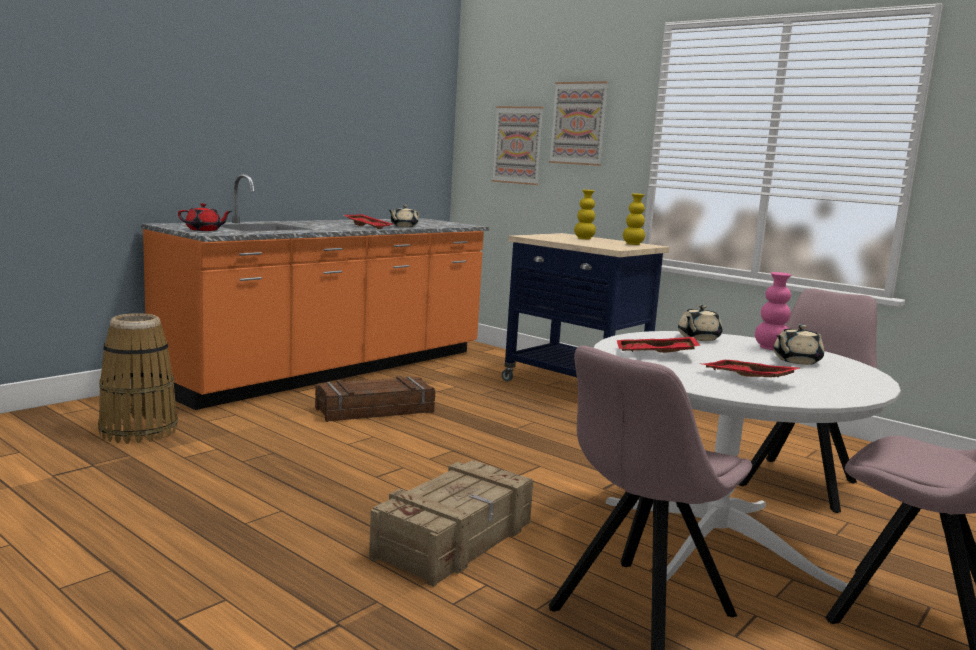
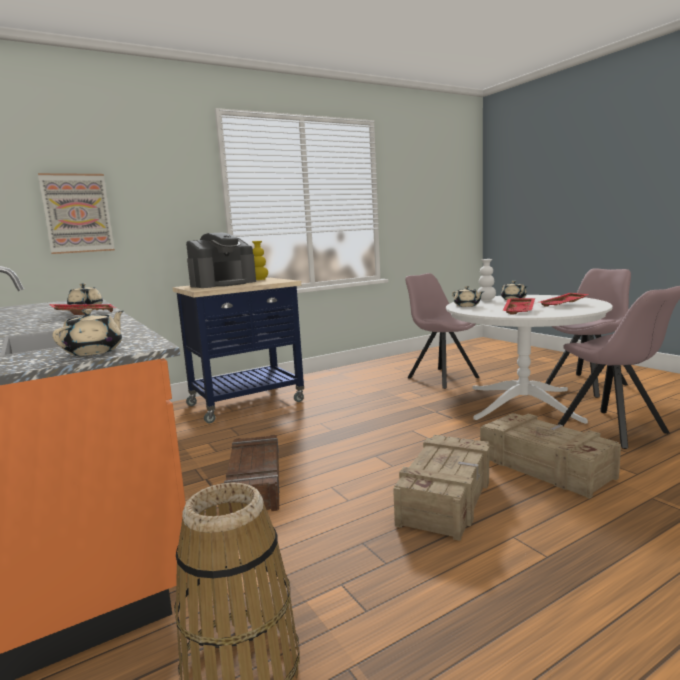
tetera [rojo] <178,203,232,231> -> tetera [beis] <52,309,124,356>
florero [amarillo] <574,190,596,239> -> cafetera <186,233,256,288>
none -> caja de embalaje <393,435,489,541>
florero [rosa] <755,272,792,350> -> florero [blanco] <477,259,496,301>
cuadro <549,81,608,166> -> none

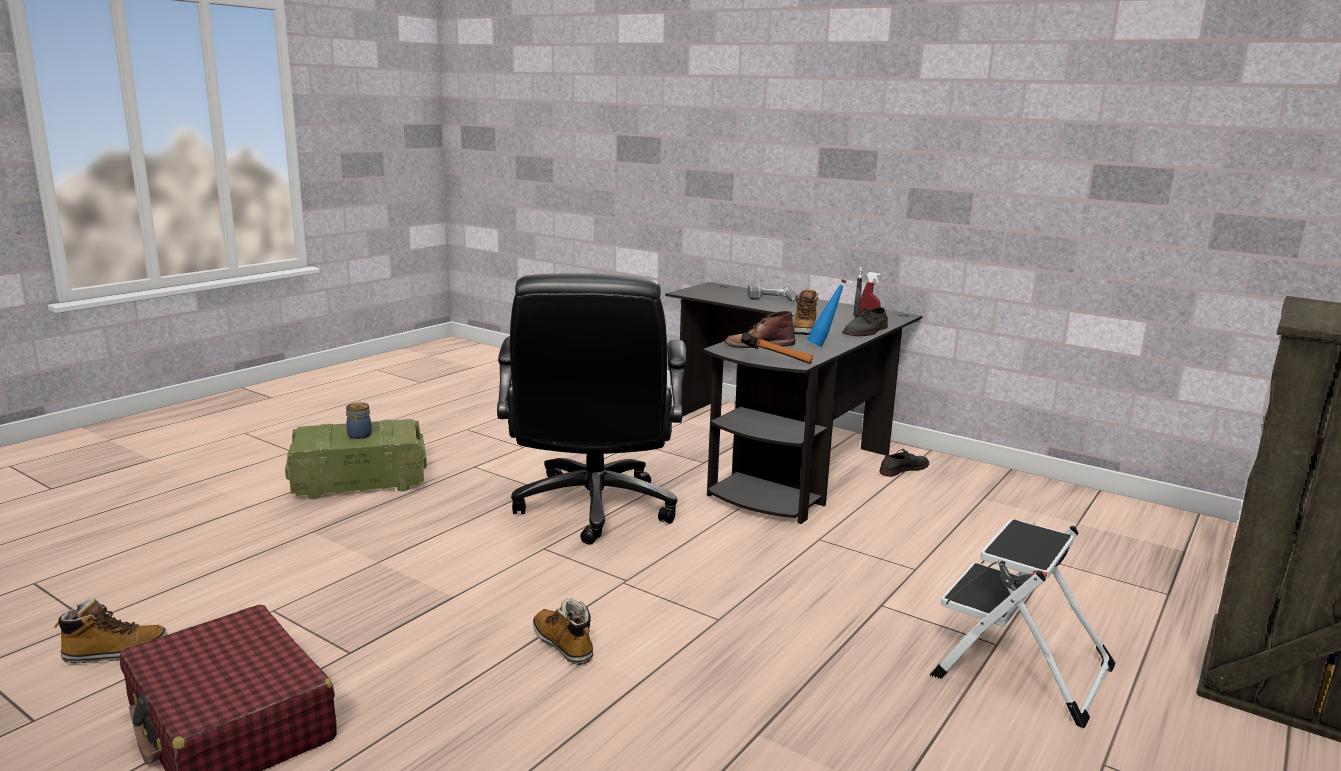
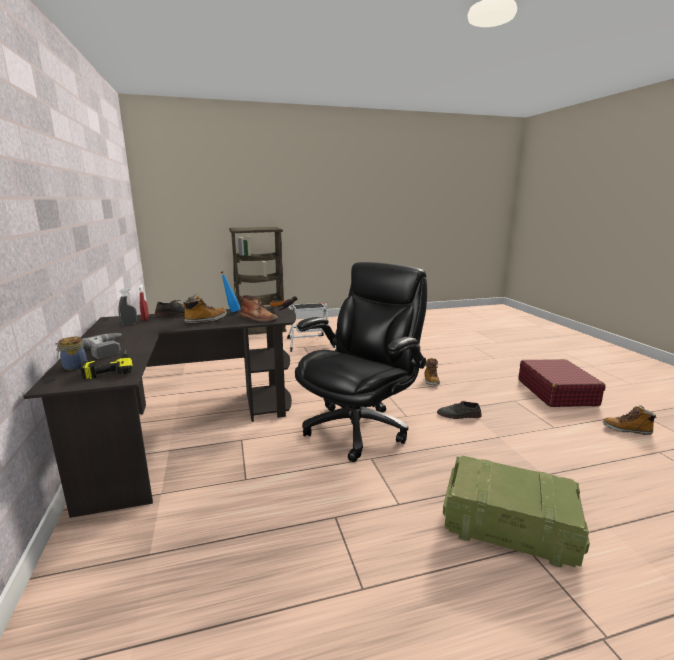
tarro <346,402,372,439> -> tarro <55,337,87,370>, move
none -> taladro <80,350,133,379>
zapato [gris] <879,449,929,477> -> zapato [gris] <437,400,482,419>, move

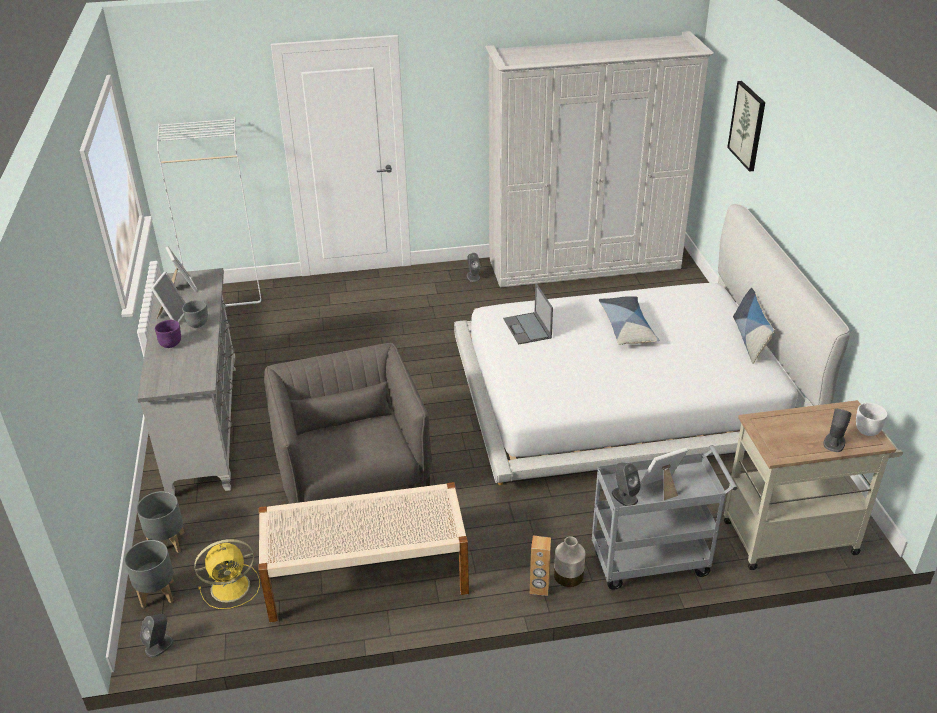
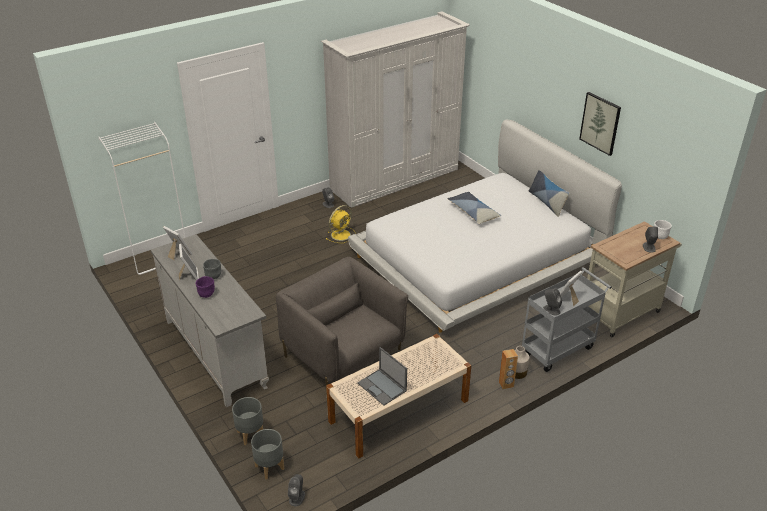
ventilador [amarillo] <194,539,260,609> -> ventilador [amarillo] <326,205,356,243>, move
portátil <503,283,553,345> -> portátil <357,347,407,405>, move
cuadro <727,81,765,172> -> cuadro <579,92,621,156>, move

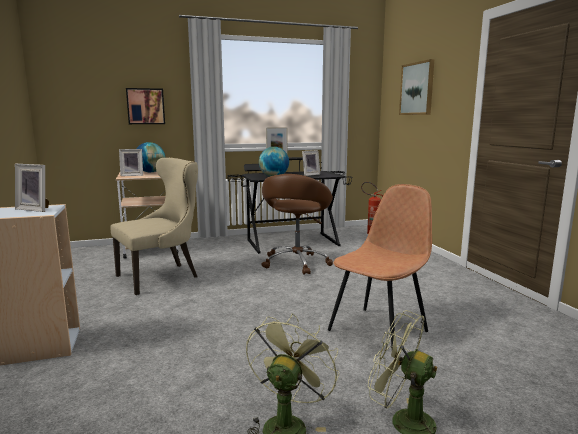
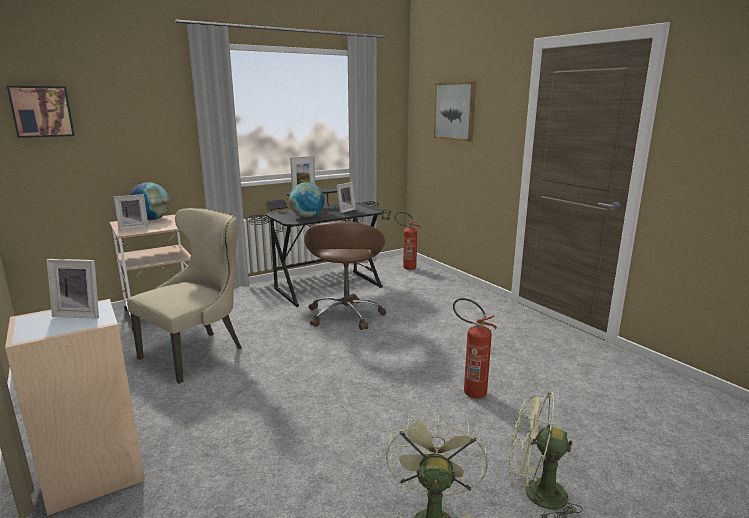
cuadro <126,88,165,124> -> cuadro <7,86,75,138>, move
silla [marrón] <328,184,432,348> -> extintor <453,298,497,398>

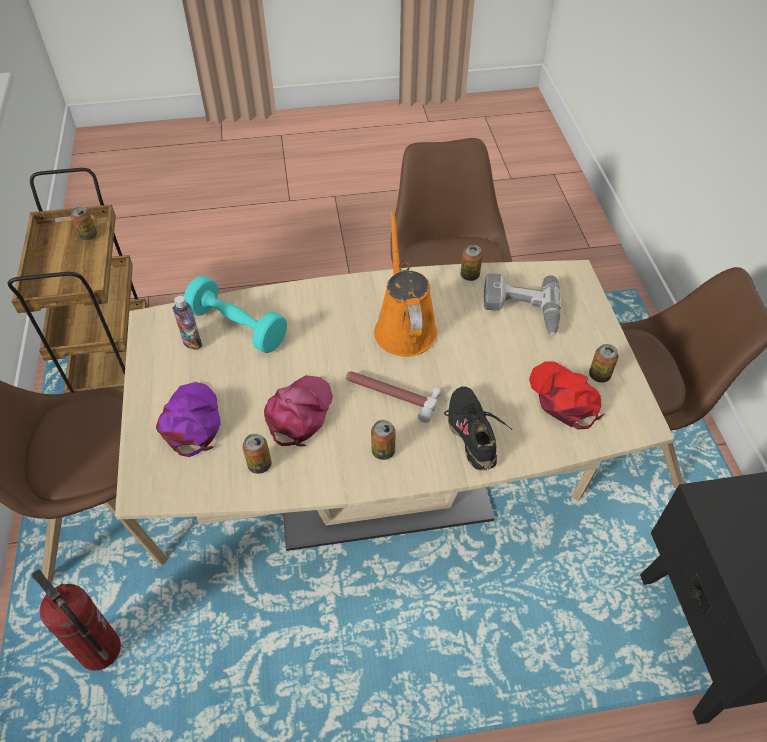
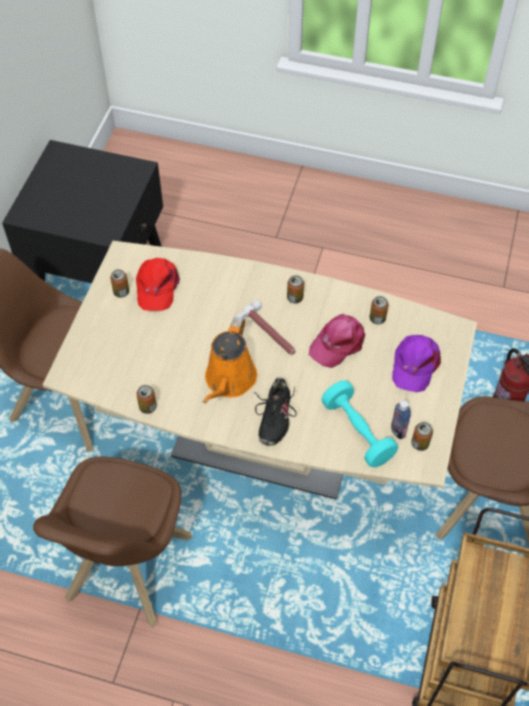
zapato [negro] <444,386,512,470> -> zapato [negro] <254,377,297,446>, move
lata <71,206,97,240> -> lata <411,422,433,451>, move
taladro <484,273,561,336> -> none

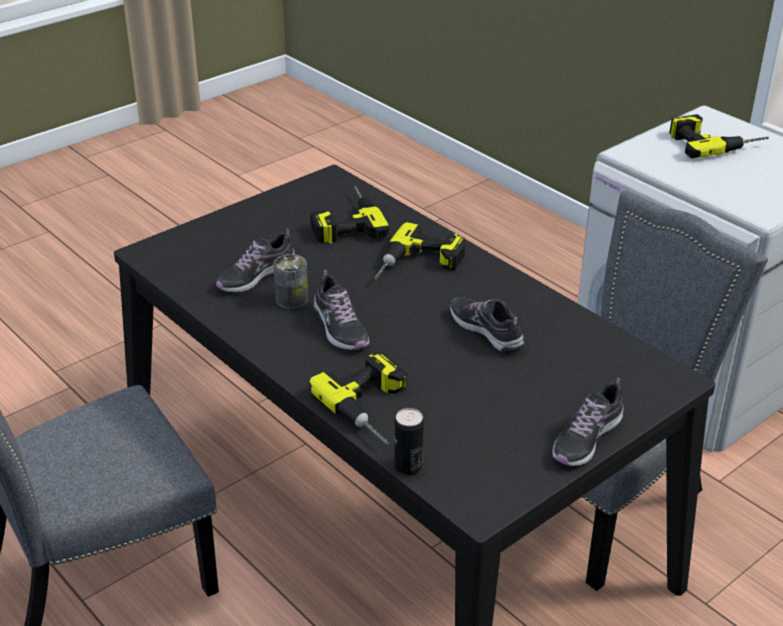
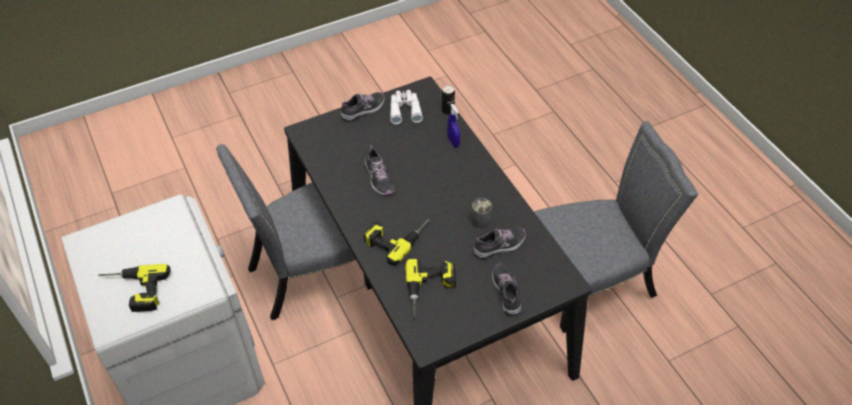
none -> prismáticos [blanco] <390,90,423,124>
taladro <309,353,408,445> -> pulverizador [azul] <447,104,460,148>
zapato <313,270,369,350> -> zapato <492,264,521,316>, move

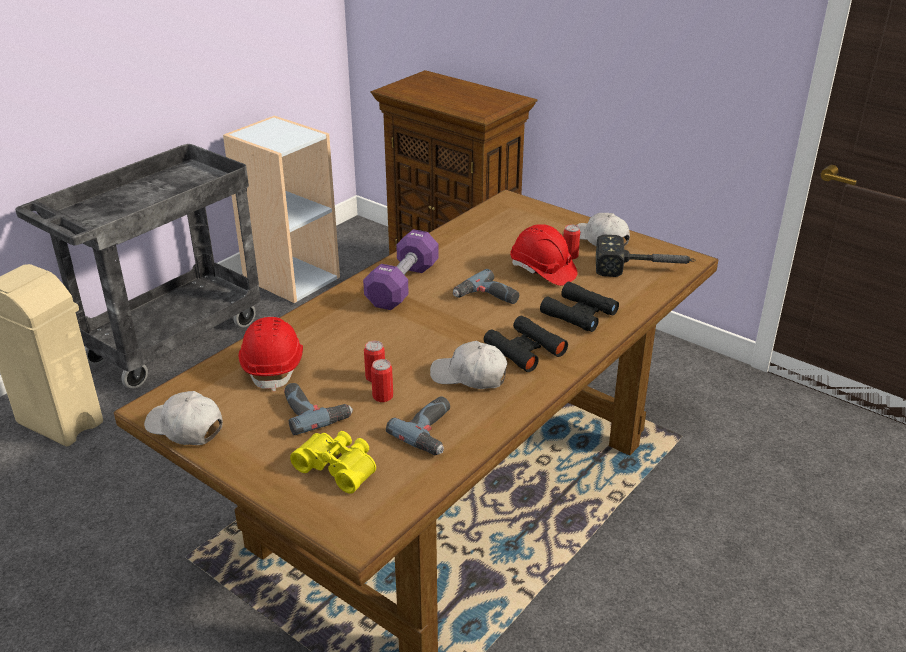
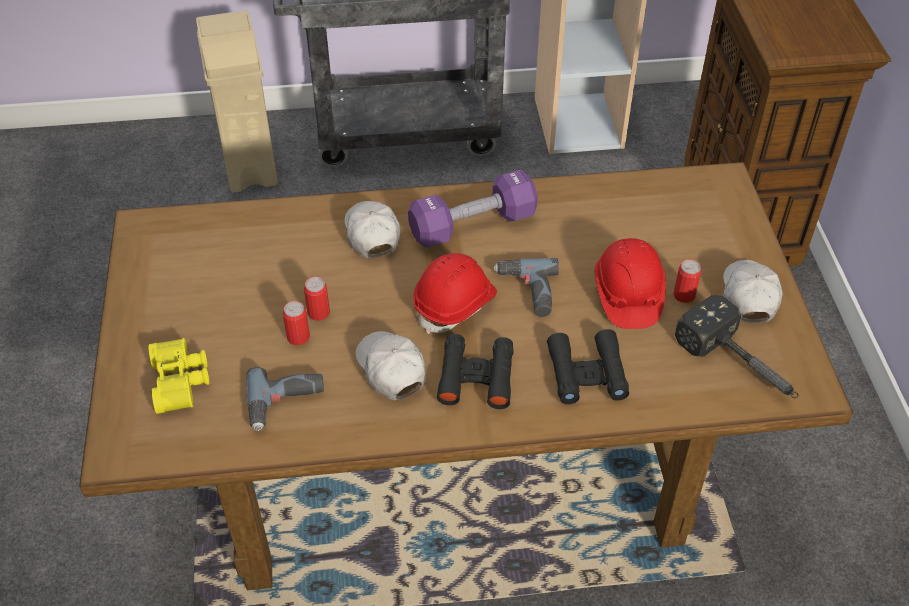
gorra [blanco] <144,391,223,445> -> gorra [blanco] <344,201,401,258>, move
casco [rojo] <238,317,303,392> -> casco [rojo] <413,253,497,334>, move
taladro <284,383,353,435> -> none

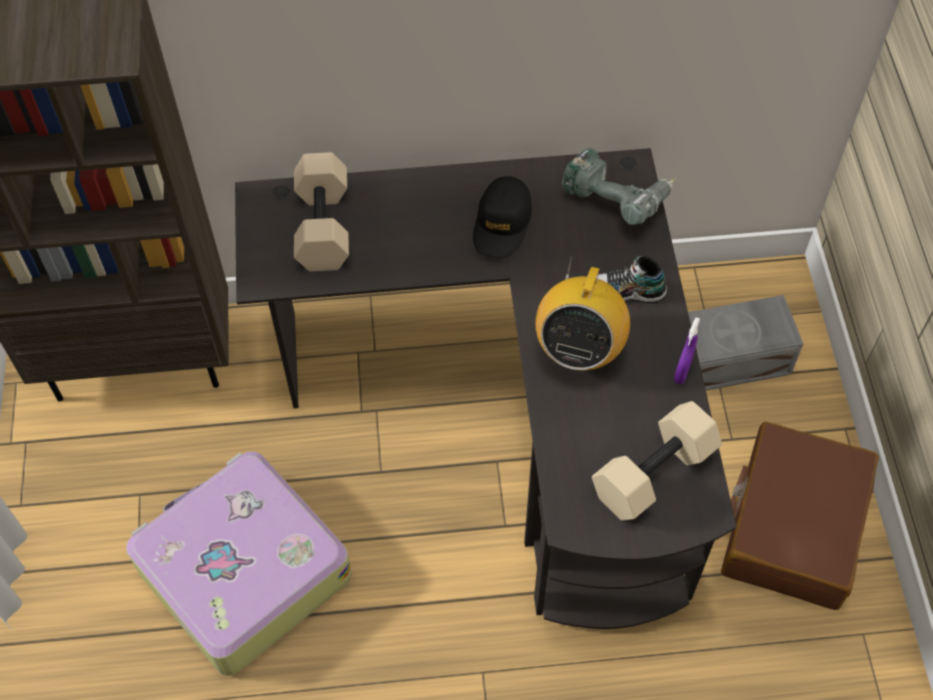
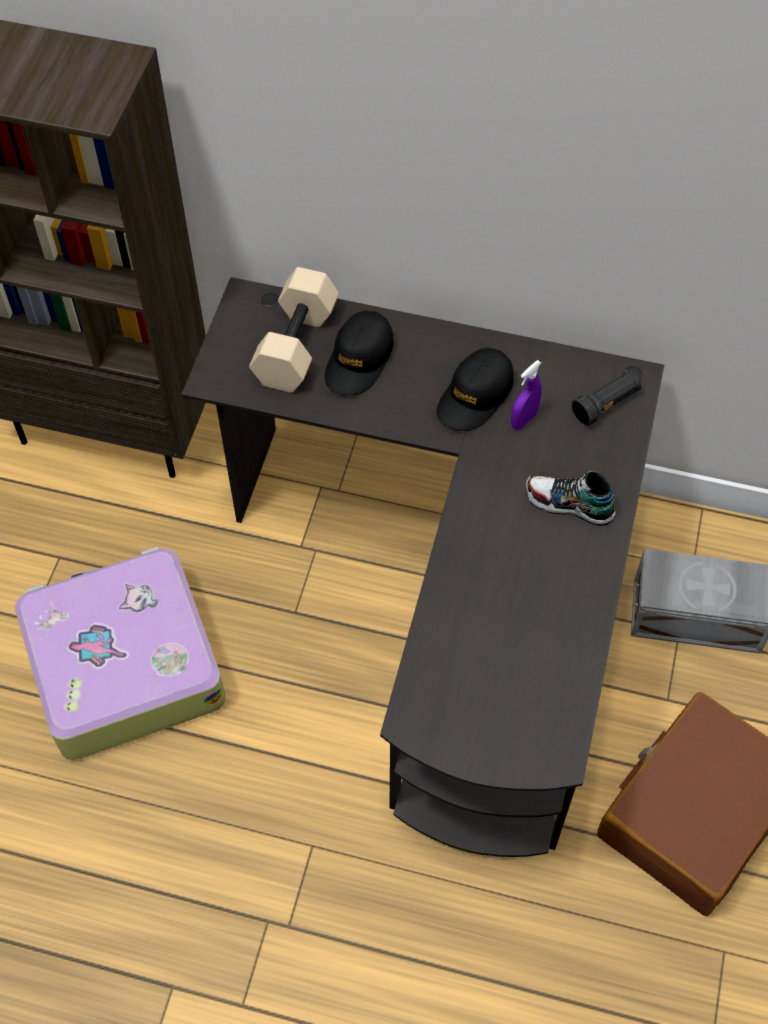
none -> gorra [negro] <325,311,394,395>
pulverizador [morado] <674,317,700,384> -> pulverizador [morado] <511,360,542,430>, move
taladro <562,148,676,225> -> linterna [negro] <571,369,642,426>
radio <536,257,630,371> -> none
mancuerna [beis] <592,401,722,521> -> none

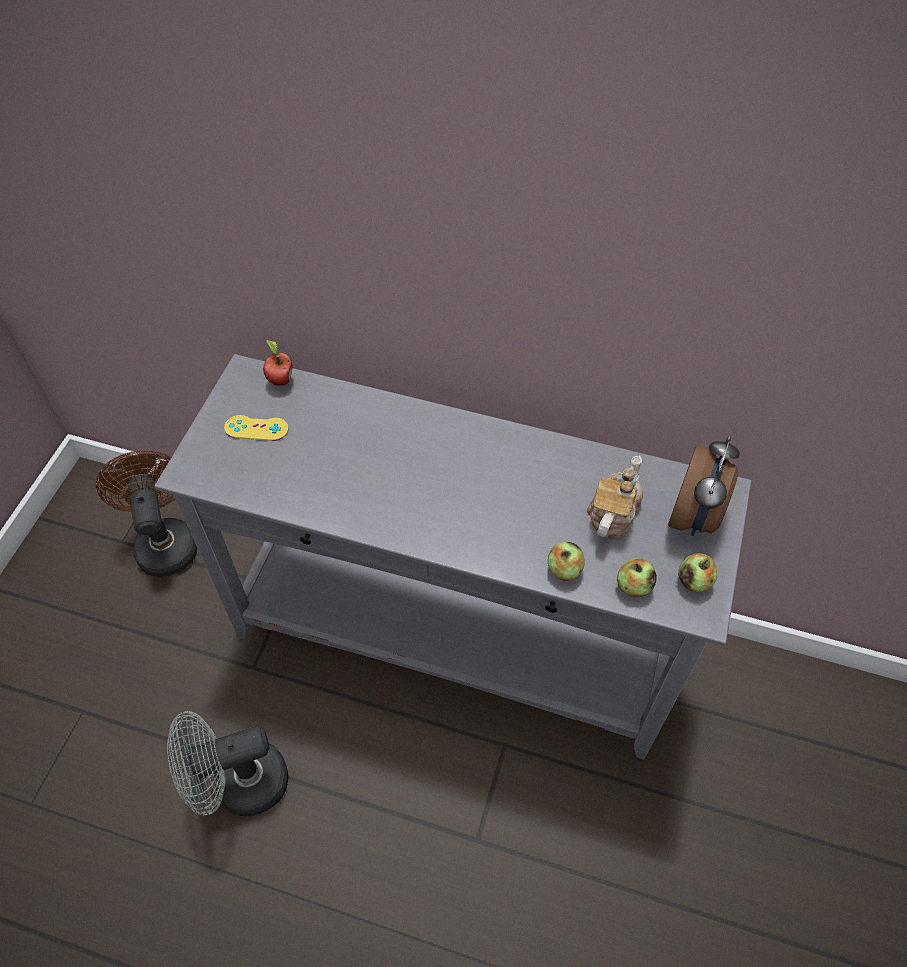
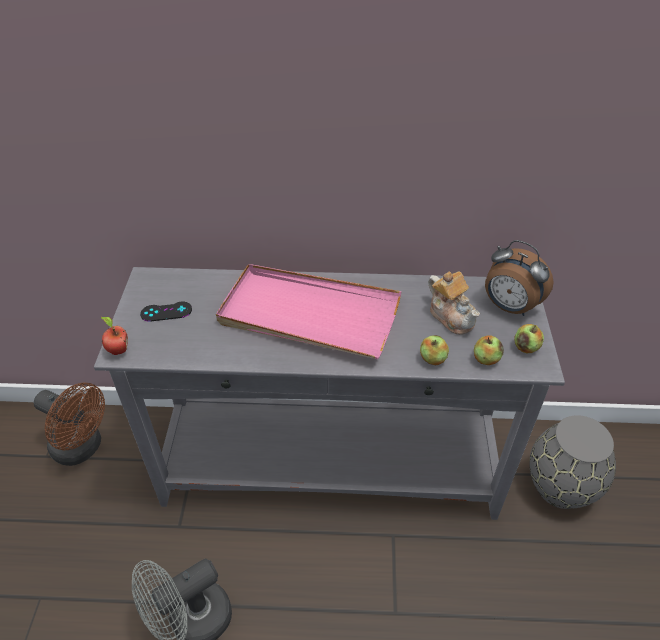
ventilador [marrón] <96,450,197,577> -> ventilador [marrón] <34,382,105,466>, 150 degrees clockwise
manzana <263,340,292,386> -> manzana <101,317,128,355>, move
mando de consola [amarillo] <224,415,289,441> -> mando de consola [negro] <140,302,192,322>
none -> bandeja [rosa] <216,264,402,359>
tetera <586,456,643,539> -> tetera <428,271,480,335>, 135 degrees clockwise
despertador <668,437,740,536> -> despertador <485,240,554,316>, 120 degrees clockwise
none -> florero [gris] <529,415,616,509>

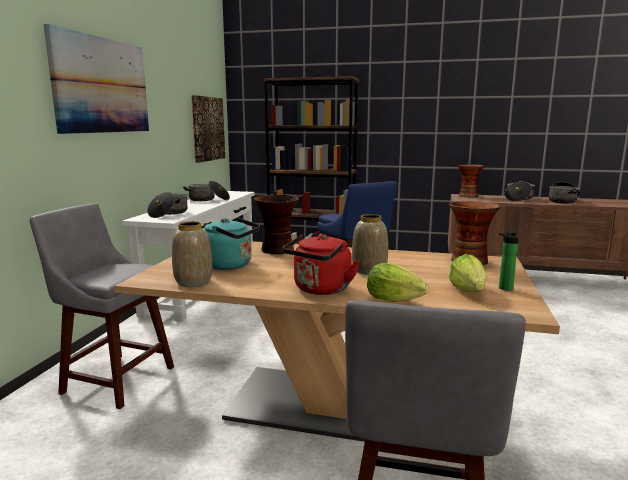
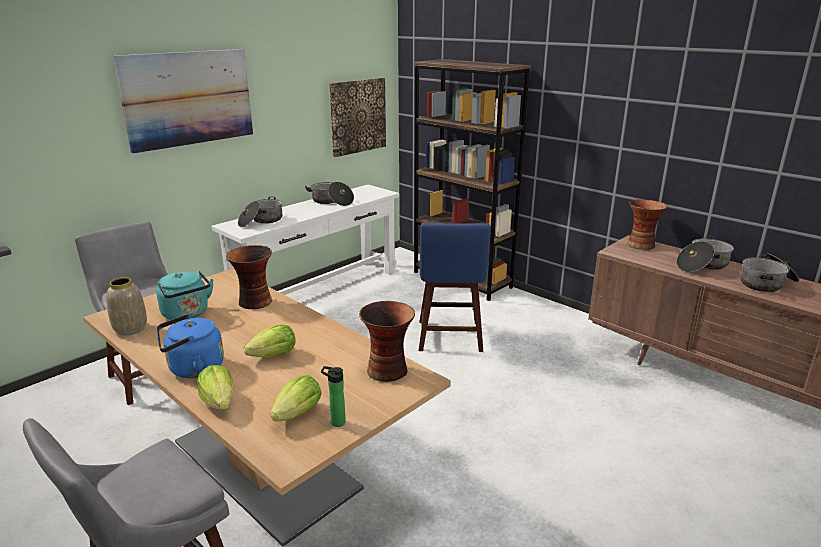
hervidor [rojo] <283,234,360,295> -> hervidor [azul] <157,314,224,378>
florero <352,214,388,275> -> lechuga <244,324,296,357>

